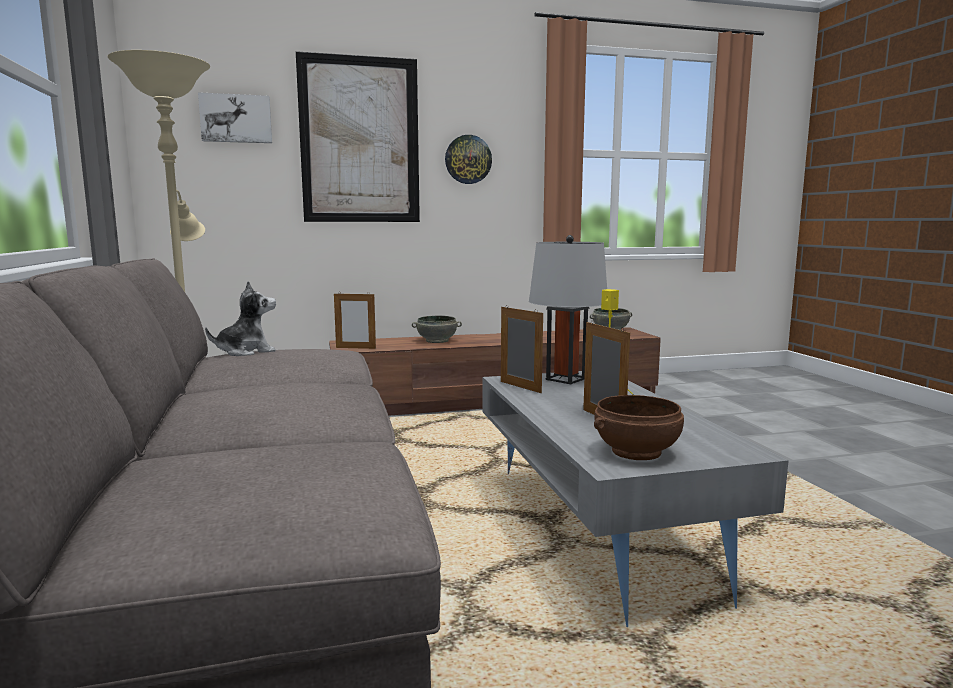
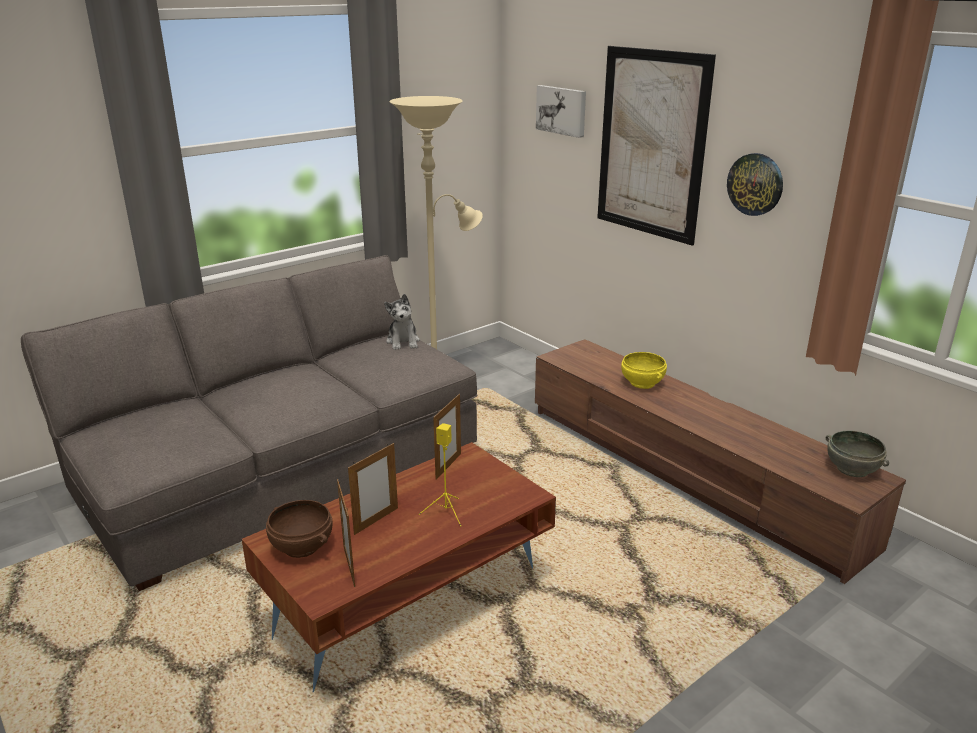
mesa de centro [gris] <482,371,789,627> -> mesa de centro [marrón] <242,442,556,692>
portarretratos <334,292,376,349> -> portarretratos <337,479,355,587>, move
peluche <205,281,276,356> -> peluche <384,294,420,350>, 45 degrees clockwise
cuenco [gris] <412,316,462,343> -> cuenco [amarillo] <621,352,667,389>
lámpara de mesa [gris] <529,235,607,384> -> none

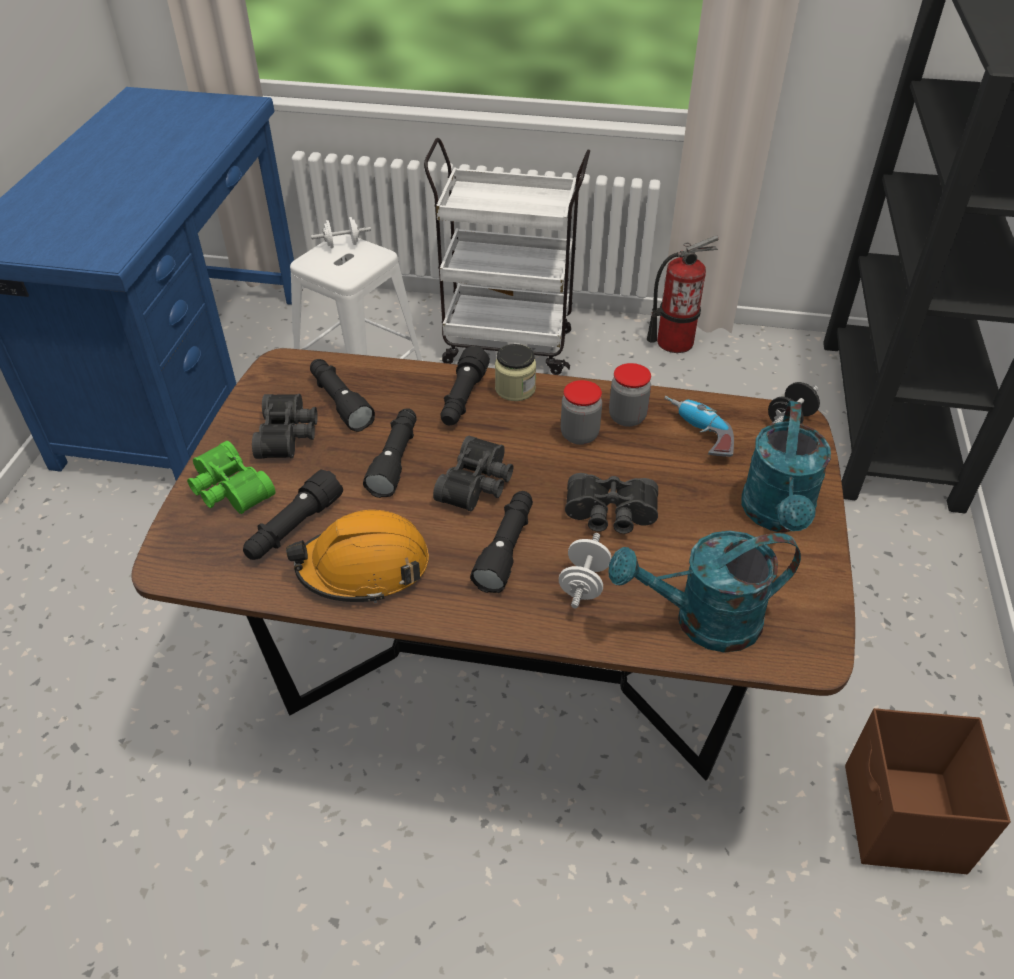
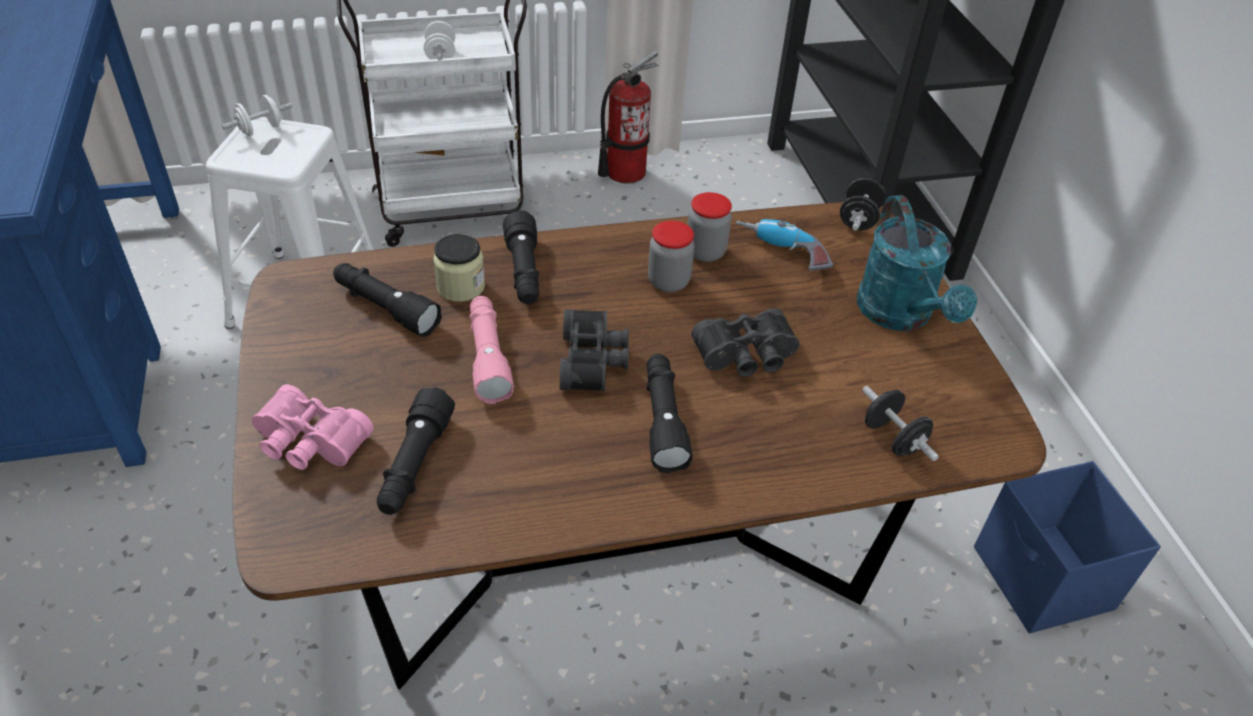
prismáticos [verde] <187,441,275,514> -> prismáticos [rosa] <252,384,374,470>
mancuerna [blanco] <559,533,611,609> -> mancuerna [blanco] <423,21,455,61>, move
tarro <495,344,536,401> -> tarro <433,234,485,302>, move
linterna [negro] <363,408,417,498> -> linterna [rosa] <470,296,514,404>
regadera [turquesa] <609,531,801,653> -> mancuerna [negro] <862,386,939,461>
caja de almacenaje [marrón] <845,708,1011,874> -> caja de almacenaje [azul] <974,461,1161,633>
prismáticos [negro] <252,394,318,459> -> none
casco [naranja] <286,510,429,603> -> none

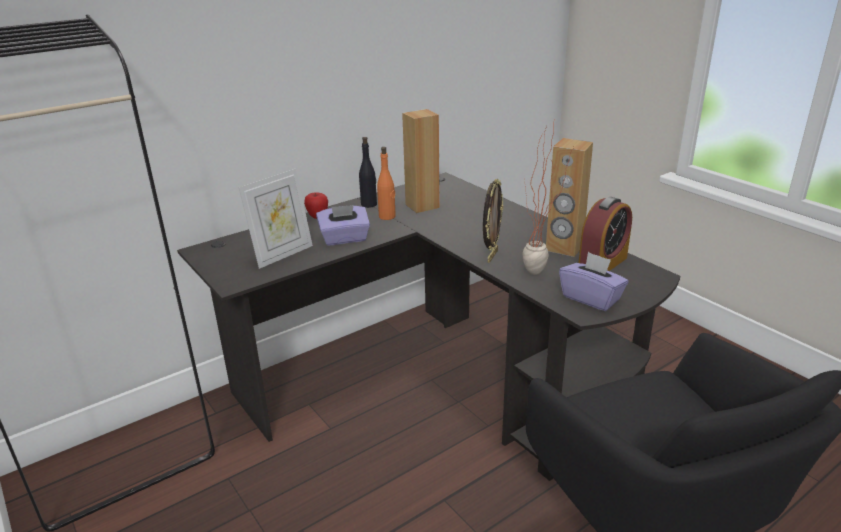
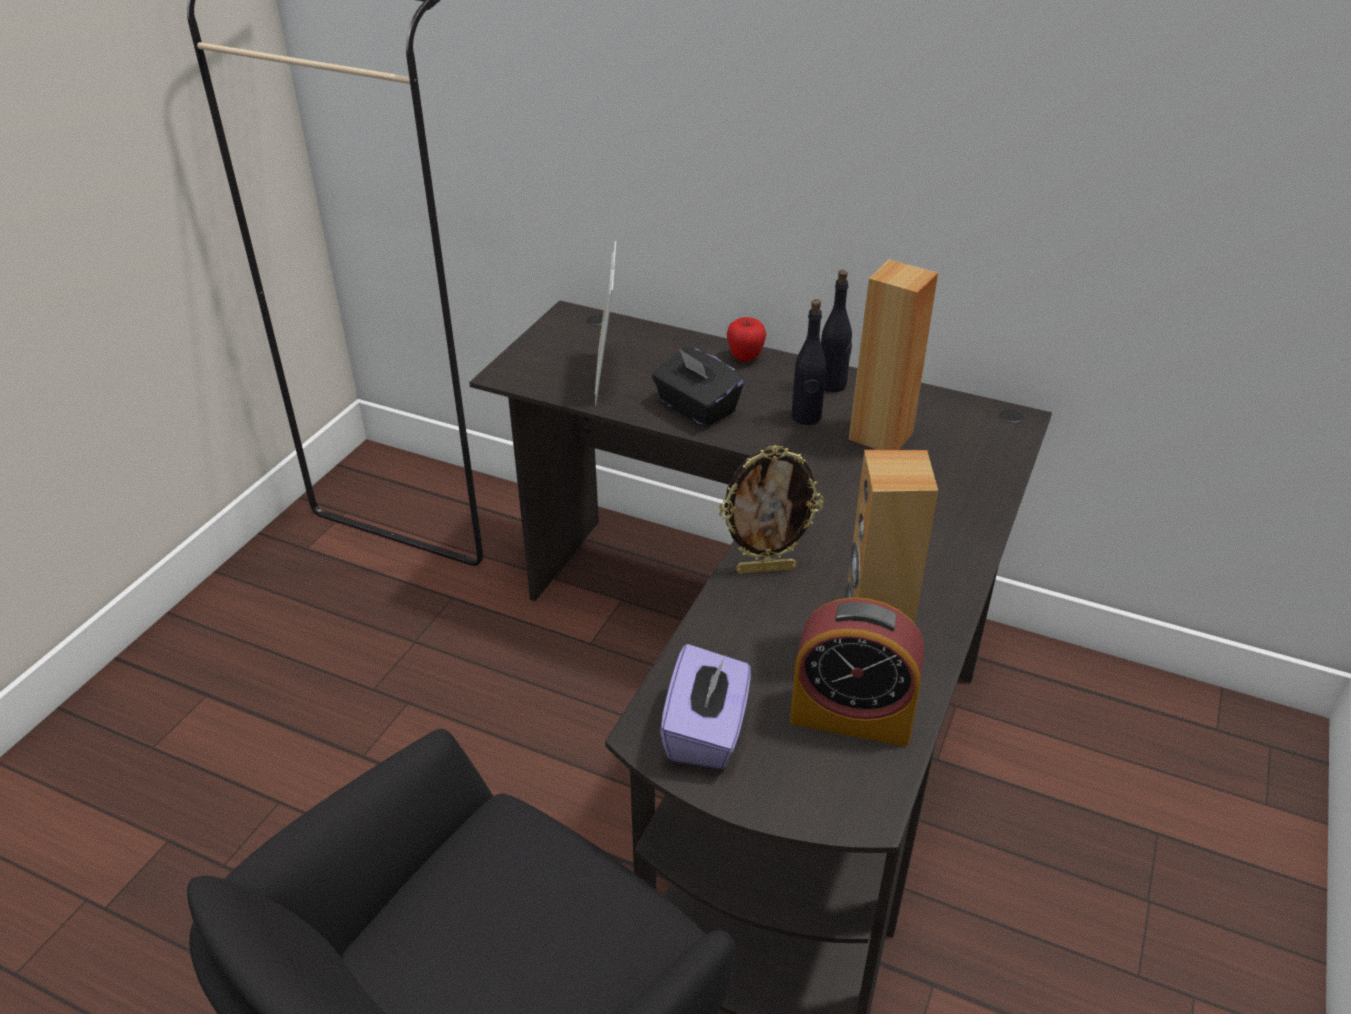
portarretratos <239,168,313,269> -> portarretratos <595,241,616,405>, 75 degrees clockwise
caja de pañuelos [morado] <316,205,370,246> -> caja de pañuelos [negro] <652,347,744,427>
botella [naranja] <377,147,396,220> -> botella [negro] <792,299,826,425>
planta en maceta <522,118,574,275> -> none

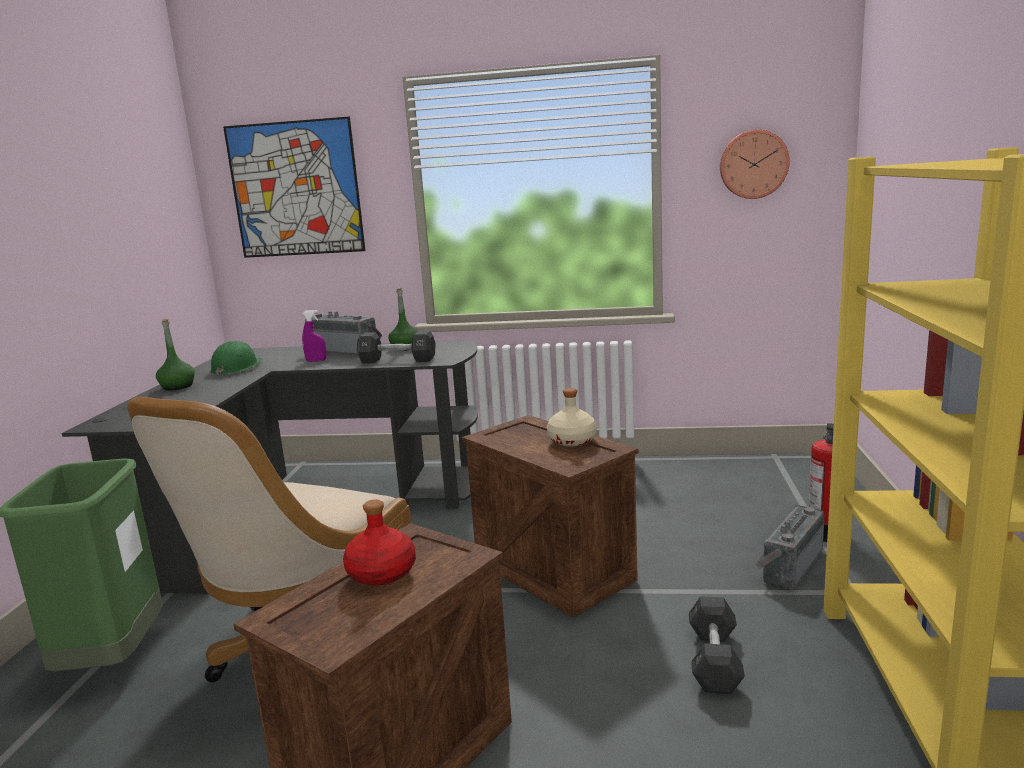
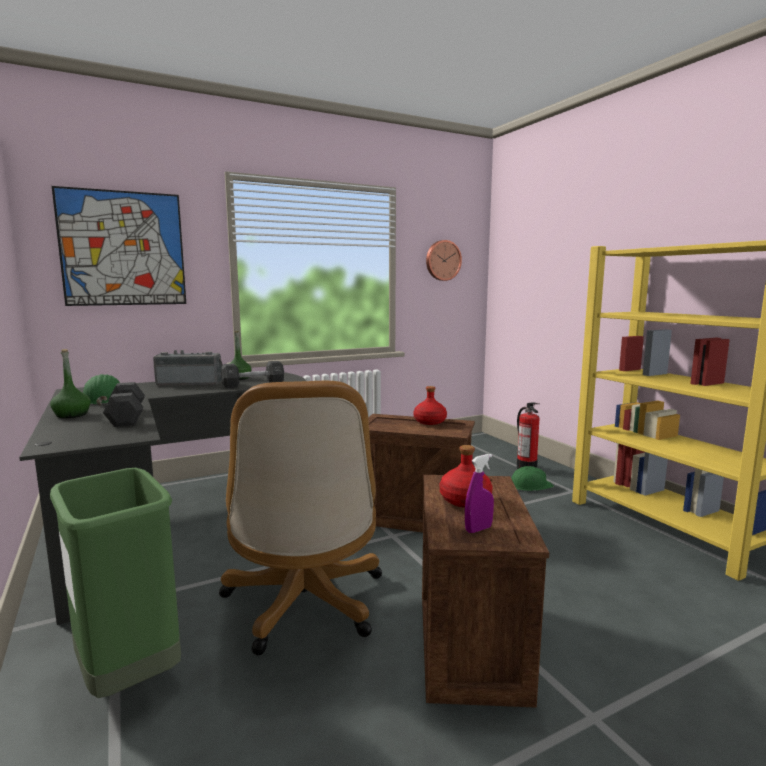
mancuerna [gris] <689,596,745,694> -> mancuerna [gris] <103,382,145,427>, move
botella [beis] <547,388,597,446> -> botella [rojo] <414,386,447,425>
pulverizador [morado] <302,310,326,362> -> pulverizador [morado] <465,454,494,533>, move
radio <755,505,825,590> -> casco [verde] <511,466,554,491>

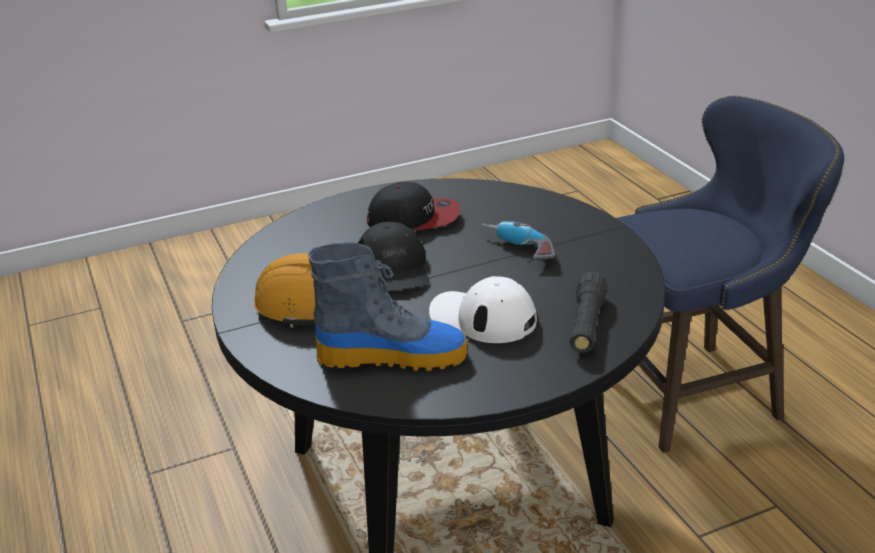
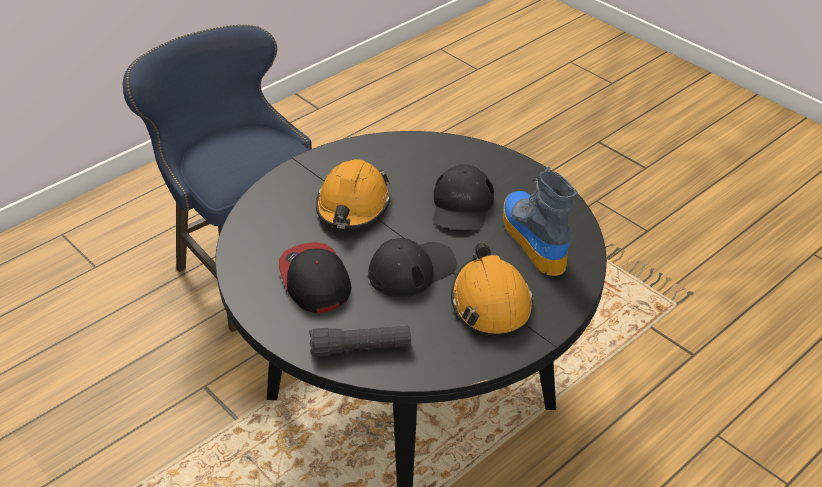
linterna [negro] <570,272,607,353> -> linterna [negro] <309,325,411,356>, move
taladro <481,221,555,259> -> casco [naranja] <316,159,390,229>
gorra [blanco] <429,276,537,343> -> gorra [negro] <433,164,494,230>

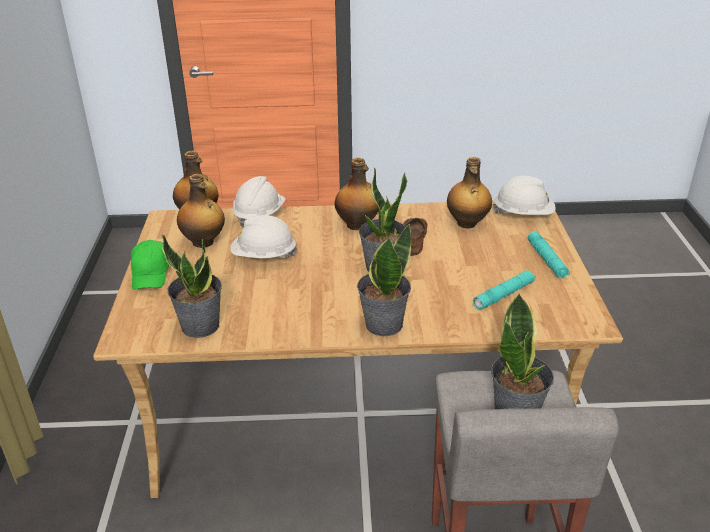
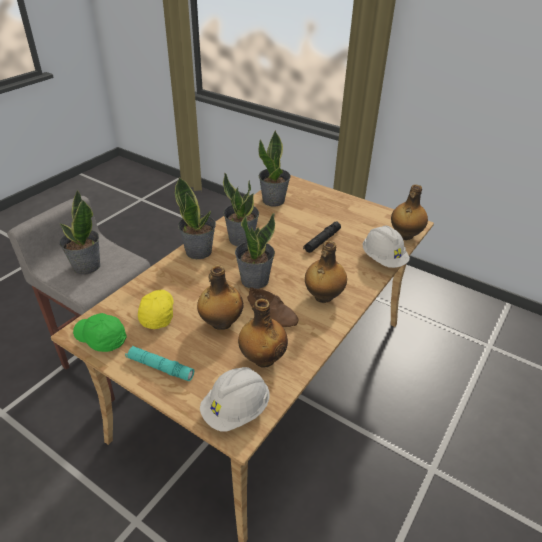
gorra [verde] <131,240,169,290> -> gorra [verde] <73,313,127,352>, move
linterna [turquesa] <473,270,536,310> -> gorra [amarillo] <138,290,174,329>
botella <177,174,225,248> -> botella <197,265,243,330>, move
none -> planta en maceta <223,172,259,246>
casco [blanco] <230,215,297,258> -> linterna [negro] <303,222,341,253>

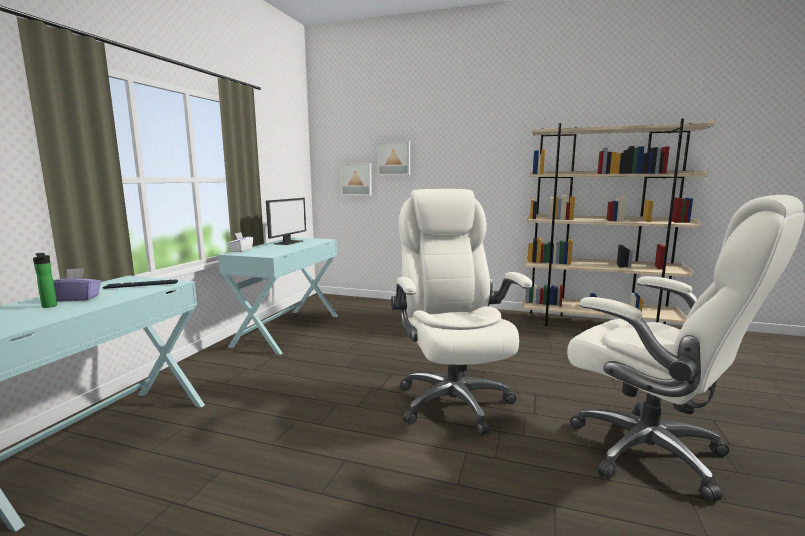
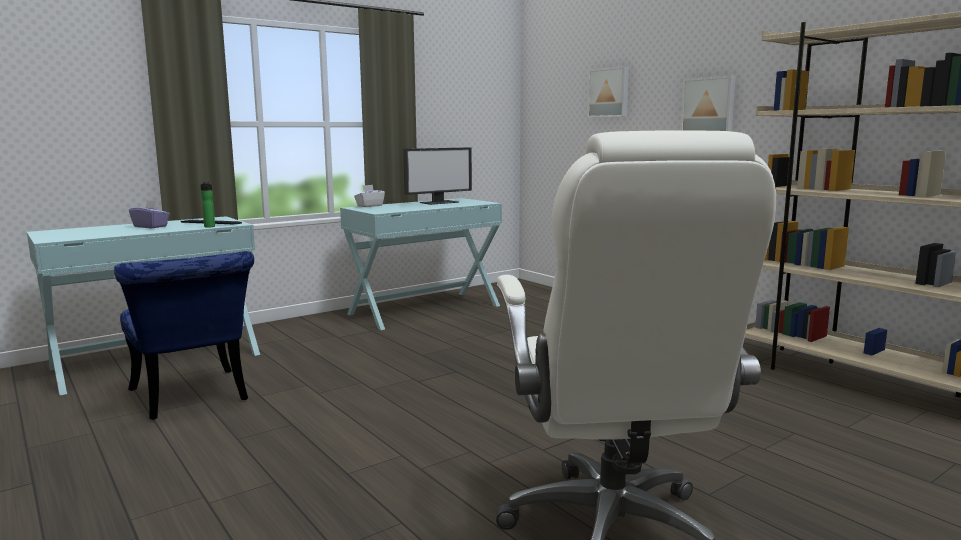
none -> silla [azul] <114,251,254,420>
botella <33,253,57,308> -> botella <201,182,215,228>, move
cuadro <340,163,372,195> -> cuadro <681,76,736,131>, move
silla de oficina [blanco] <391,189,532,436> -> none

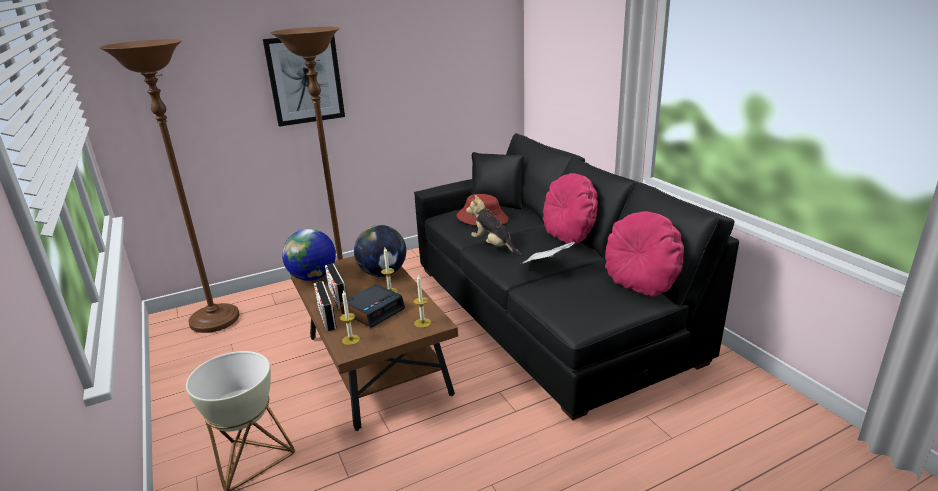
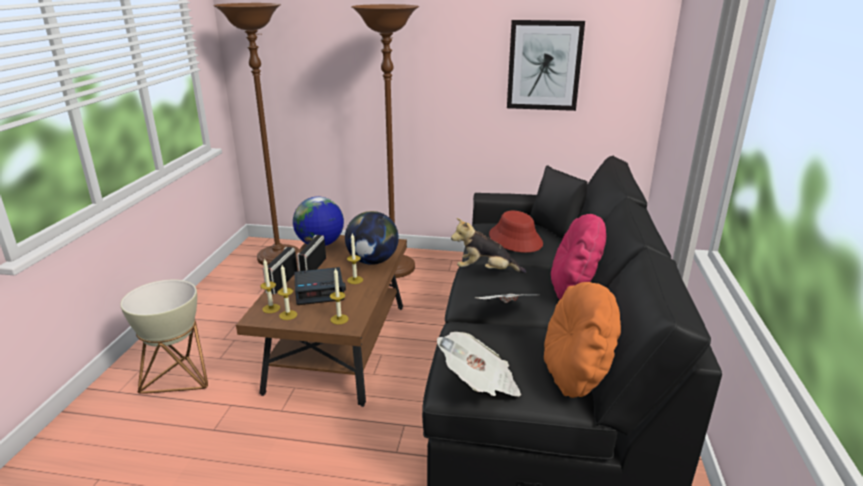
none -> vela <278,265,297,320>
none -> periódico <437,332,522,397>
peluche <466,195,521,256> -> peluche <451,218,526,273>, 75 degrees counterclockwise
cuadro <263,36,345,127> -> cuadro <507,20,585,111>, move
cojín [rosa] <605,211,684,297> -> cojín [naranja] <544,282,621,398>

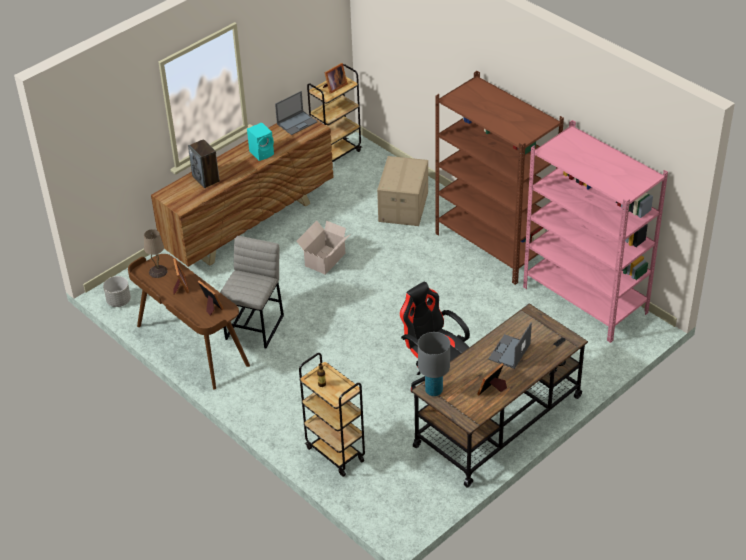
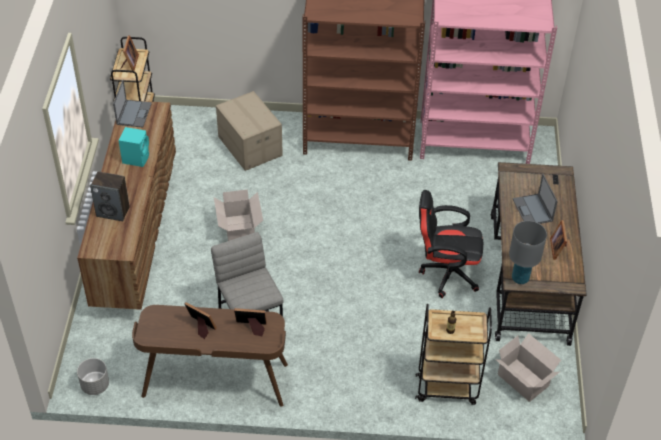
none -> caja de cartón <495,333,561,402>
lámpara de mesa [beis] <144,229,168,278> -> none

